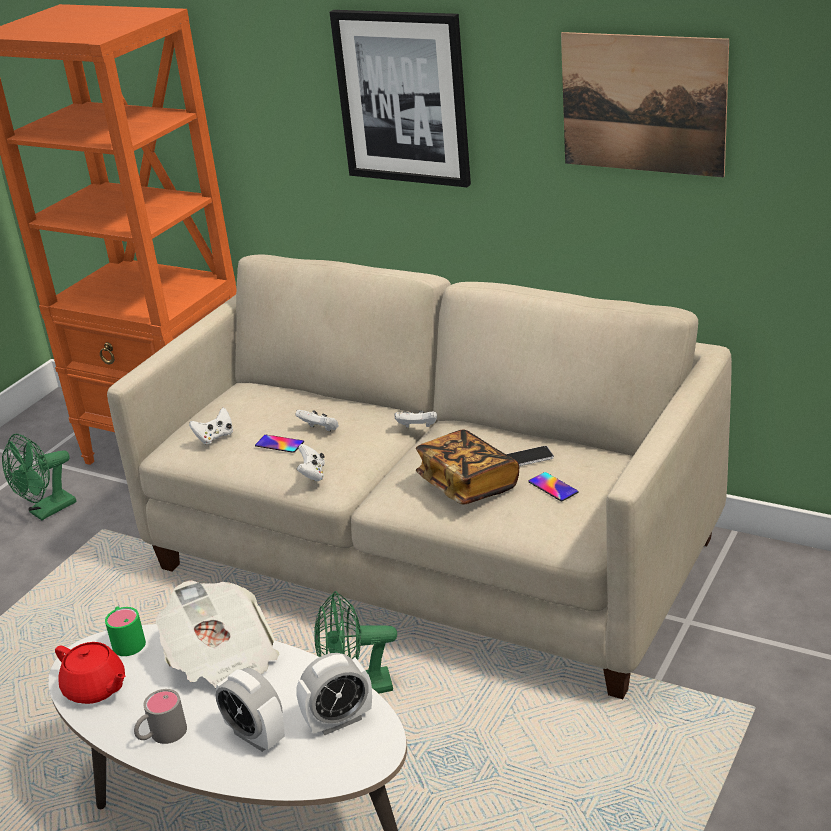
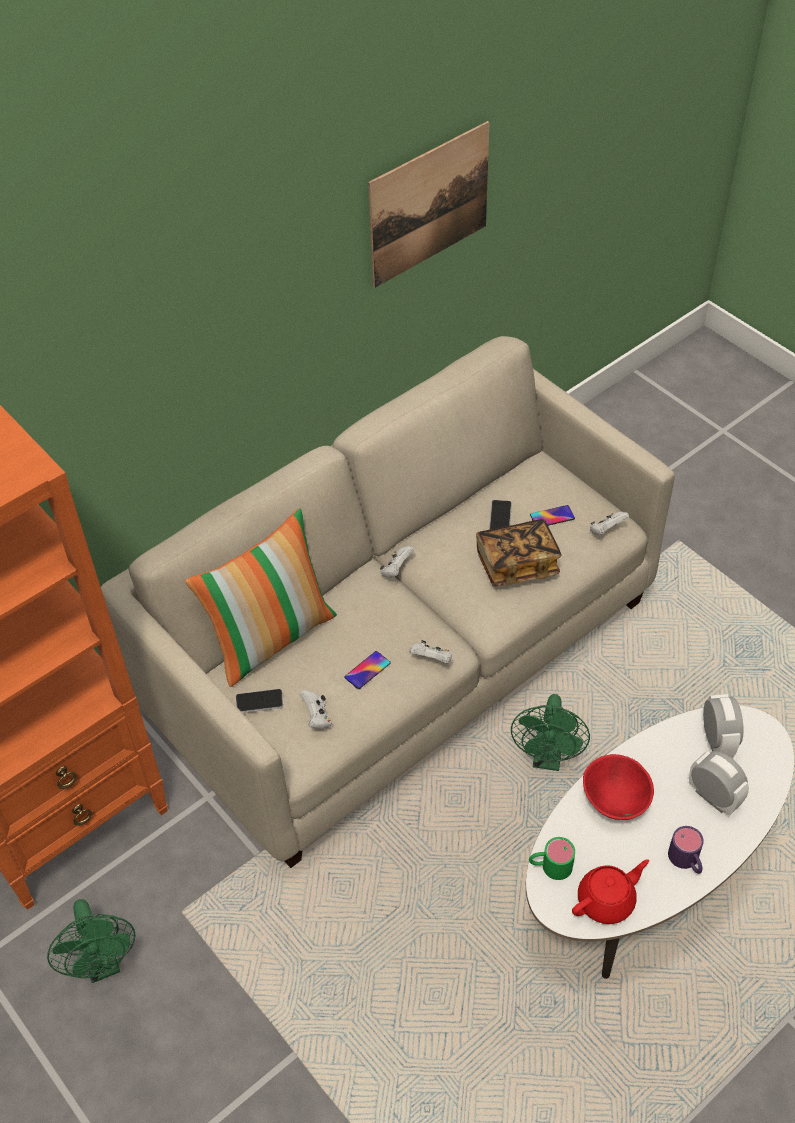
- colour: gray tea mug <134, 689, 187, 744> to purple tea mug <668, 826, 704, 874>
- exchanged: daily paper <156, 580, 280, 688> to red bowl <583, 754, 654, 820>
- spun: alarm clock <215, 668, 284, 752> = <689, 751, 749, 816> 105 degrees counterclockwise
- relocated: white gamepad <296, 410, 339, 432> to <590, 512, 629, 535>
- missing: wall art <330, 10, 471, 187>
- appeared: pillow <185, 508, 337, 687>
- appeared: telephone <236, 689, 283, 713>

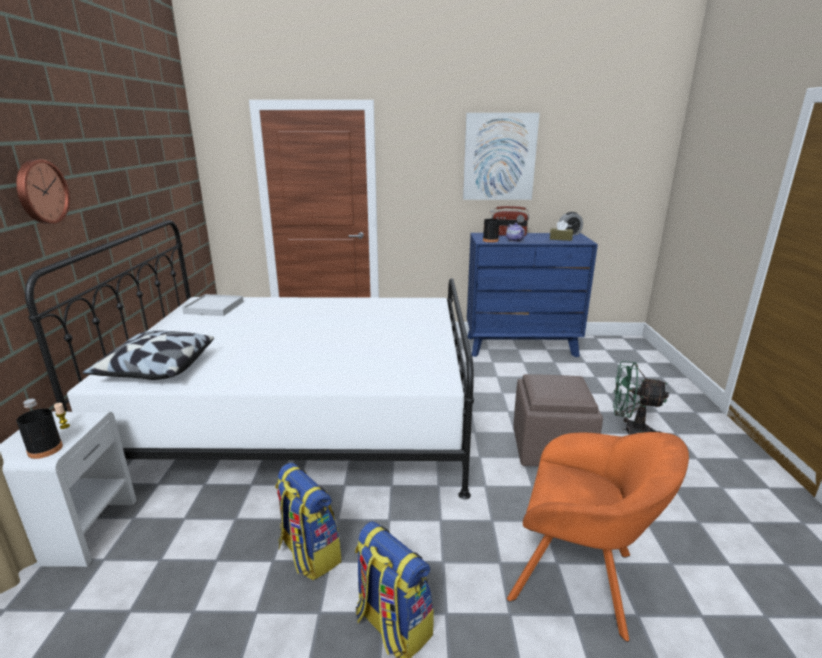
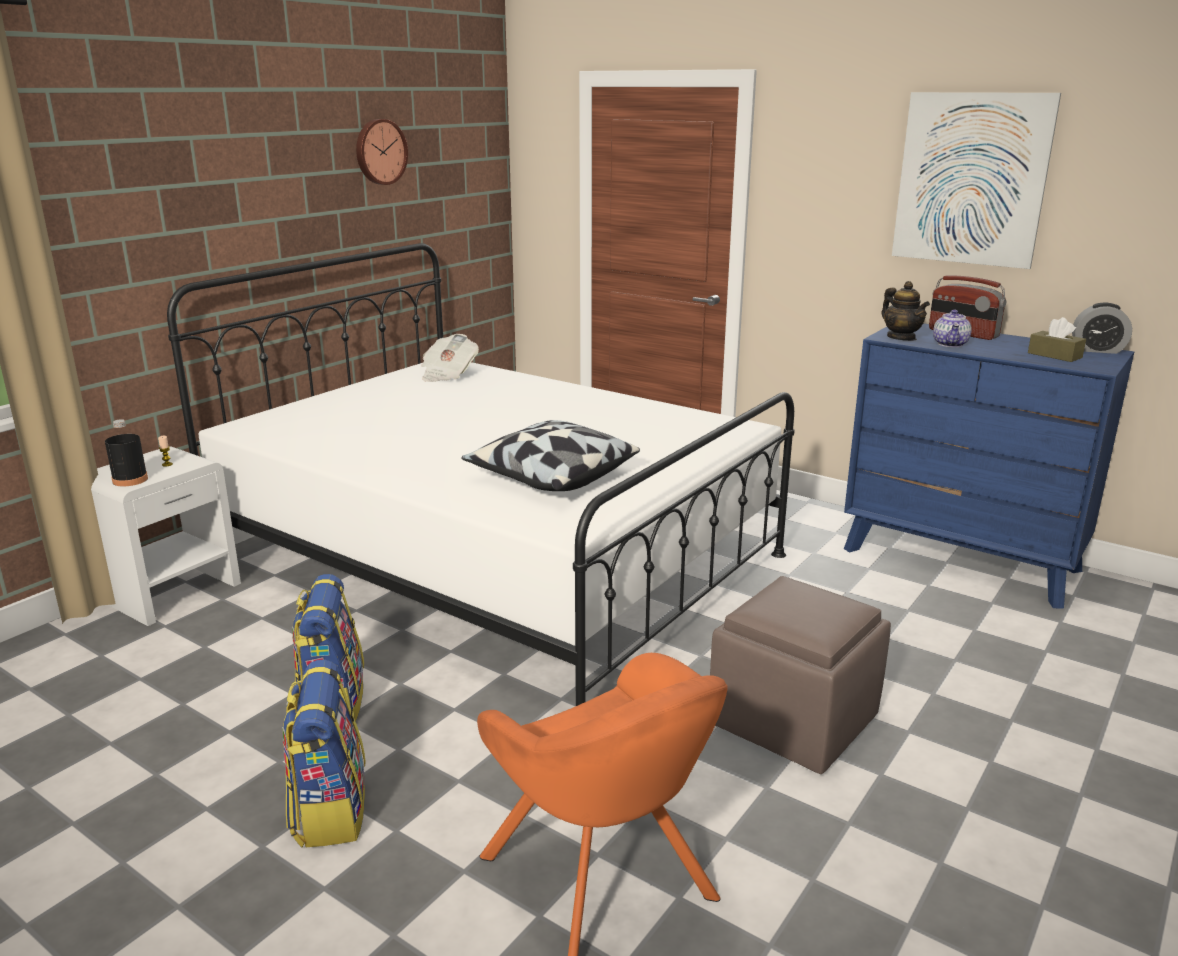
- relocated: hanging clock <16, 160, 70, 224> to <356, 119, 408, 185>
- relocated: pillow <82, 330, 214, 380> to <461, 420, 640, 491>
- exchanged: white serving tray <182, 294, 244, 316> to daily paper <421, 334, 479, 382>
- exchanged: blackish beverage bottle <483, 210, 499, 243> to tea pot <881, 281, 930, 341>
- missing: green-coloured electric fan <613, 361, 669, 435>

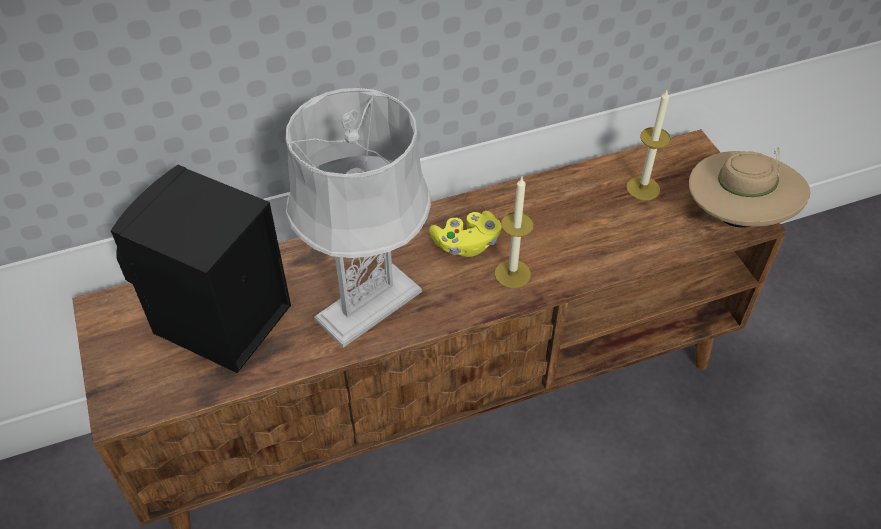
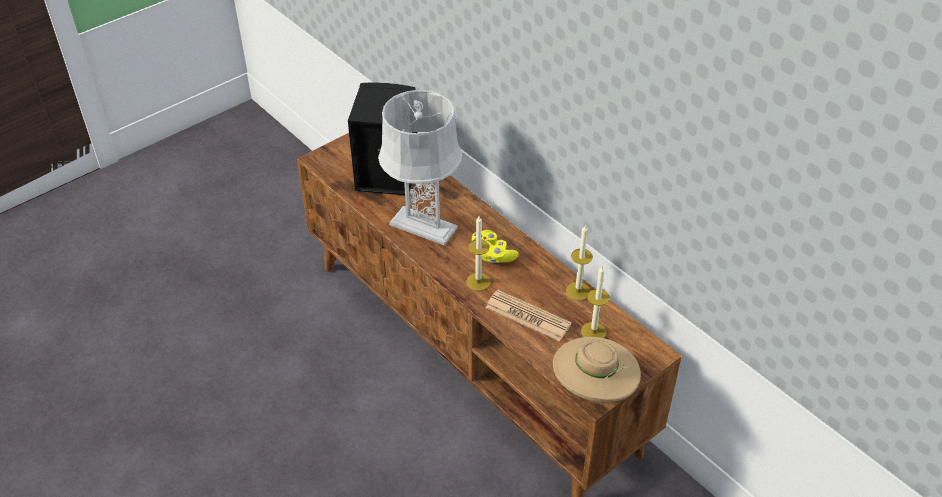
- appeared: daily paper <485, 290, 572, 341>
- appeared: candle <566, 224, 593, 301>

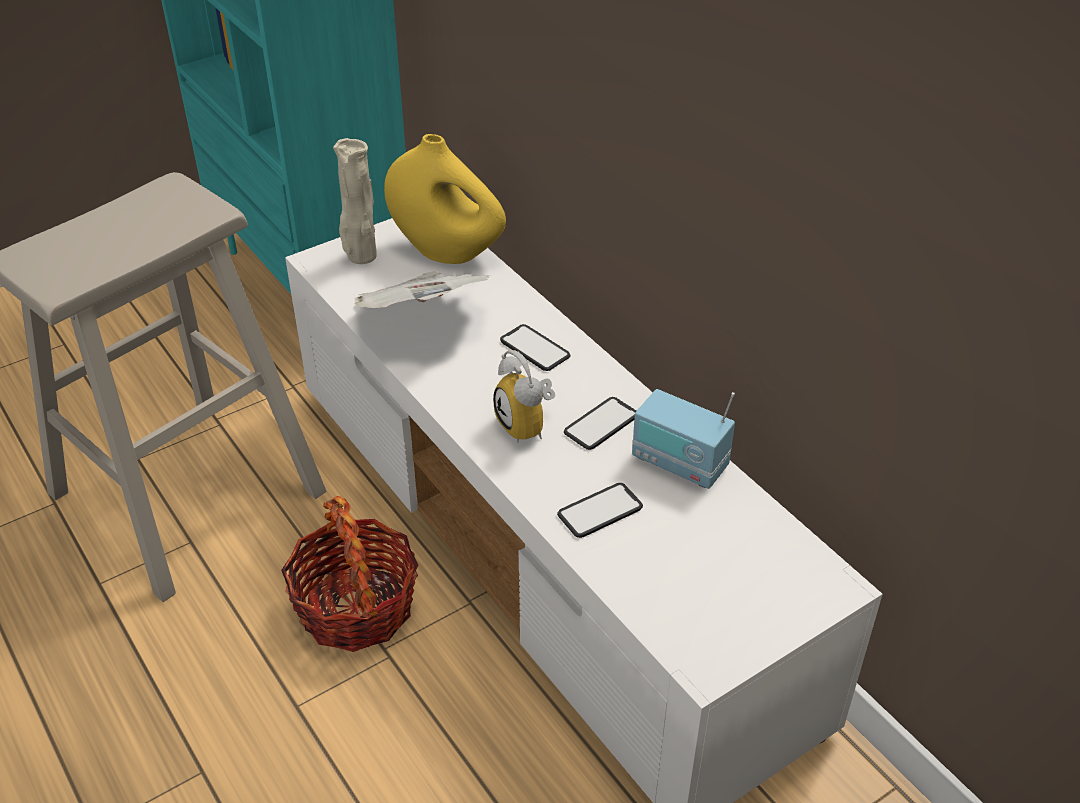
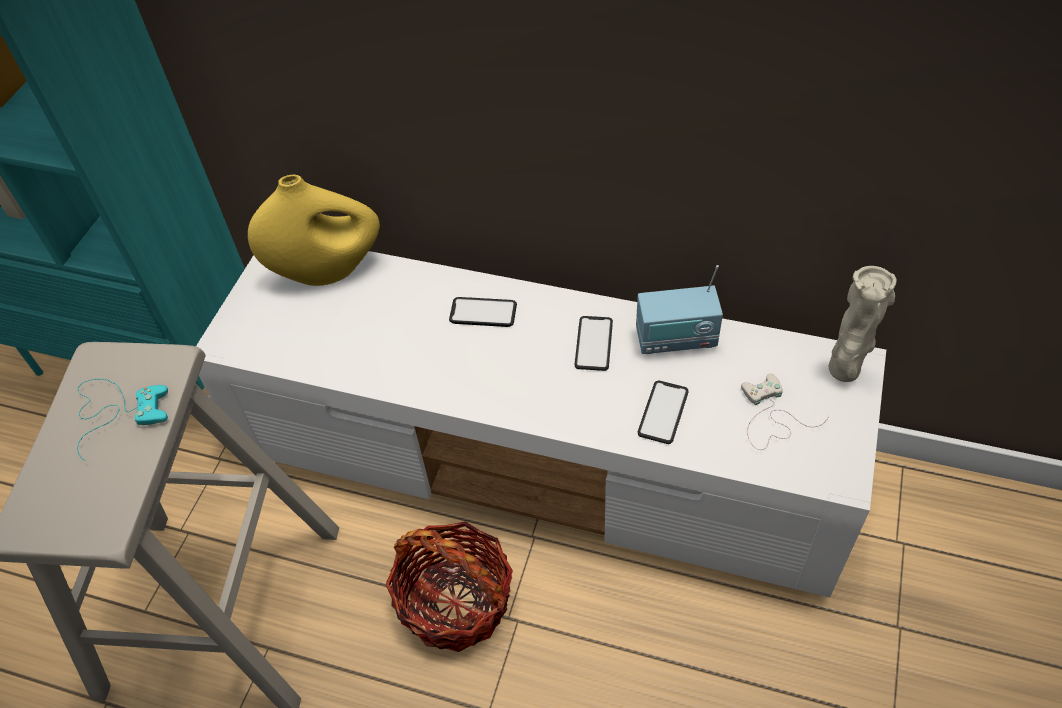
- relocated: sand-coloured vase <333, 138, 377, 264> to <829, 266, 897, 382>
- missing: daily paper <354, 271, 489, 308>
- missing: alarm clock <493, 350, 555, 443>
- appeared: turquoise-coloured gamepad <77, 379, 168, 461>
- appeared: white gamepad <741, 374, 829, 450>

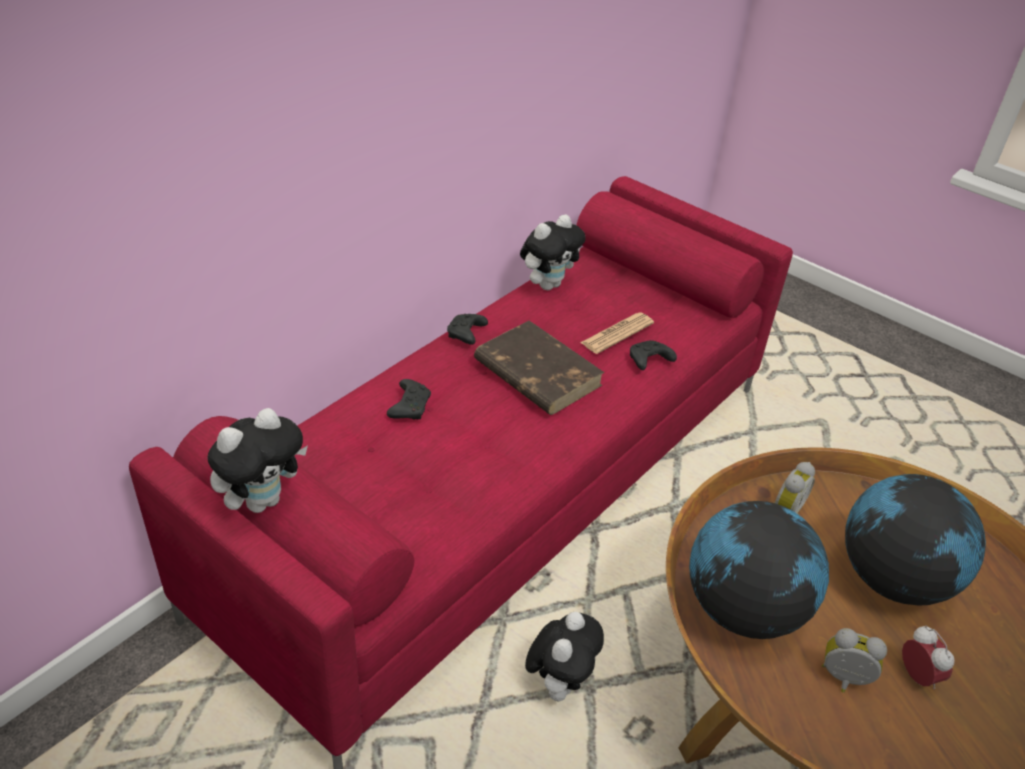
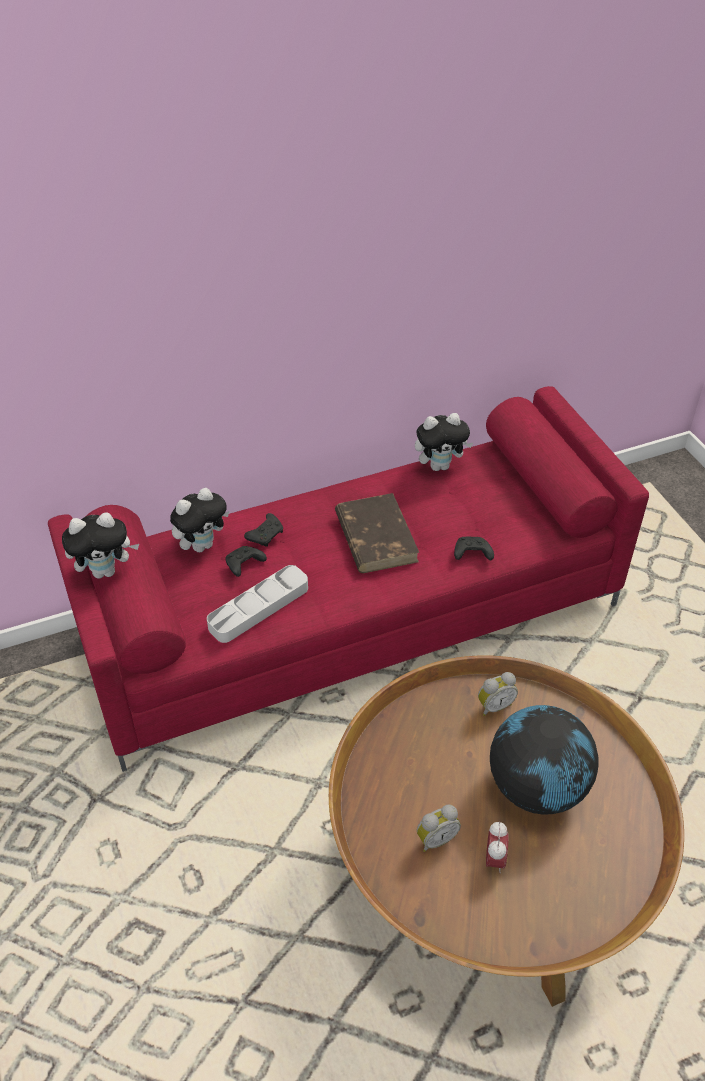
- relocated: blackish gamepad <447, 314, 488, 345> to <226, 546, 267, 577>
- relocated: plush toy <525, 611, 604, 701> to <170, 488, 229, 552>
- missing: daily paper <580, 312, 654, 354>
- missing: world globe <689, 501, 829, 639>
- spun: alarm clock <822, 628, 887, 693> = <417, 805, 461, 852> 105 degrees clockwise
- appeared: gray serving tray <207, 565, 308, 643>

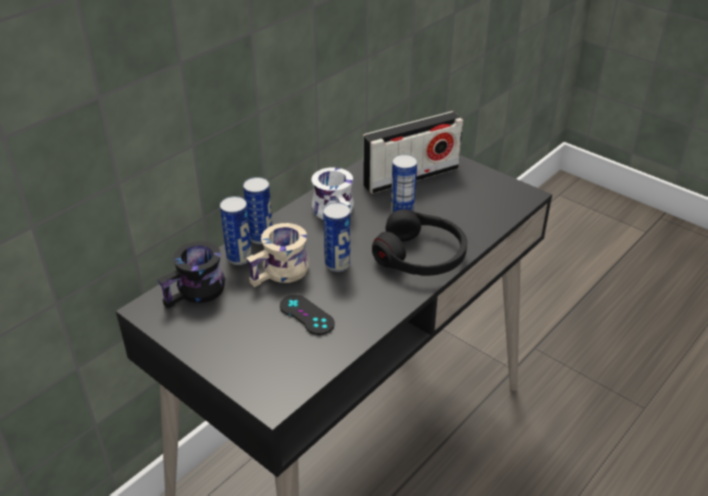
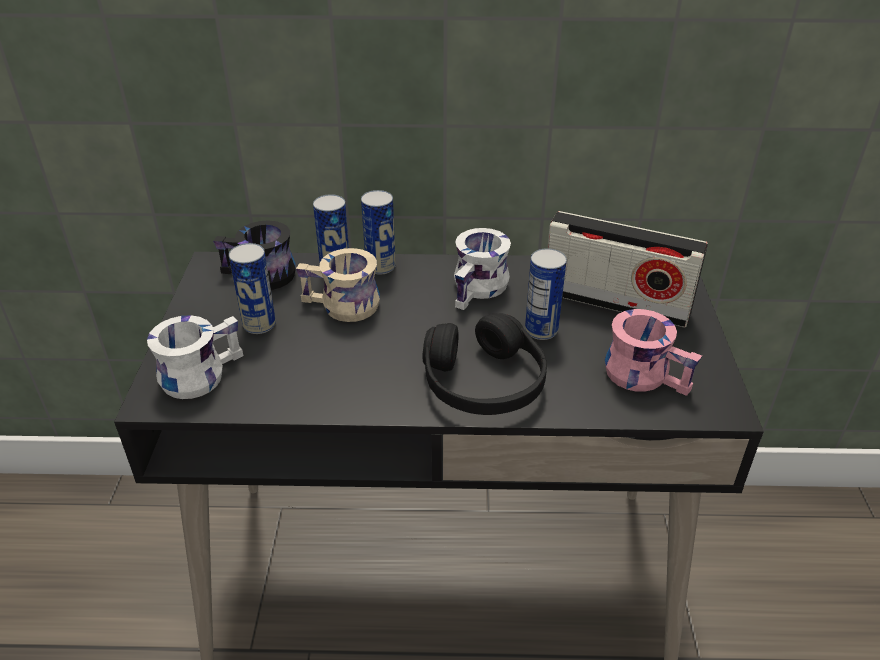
- missing: blackish gamepad <280, 295, 335, 335>
- relocated: metal can <323, 202, 350, 272> to <229, 243, 276, 334>
- appeared: white tea mug <147, 315, 243, 399>
- appeared: pink tea mug <605, 309, 702, 396>

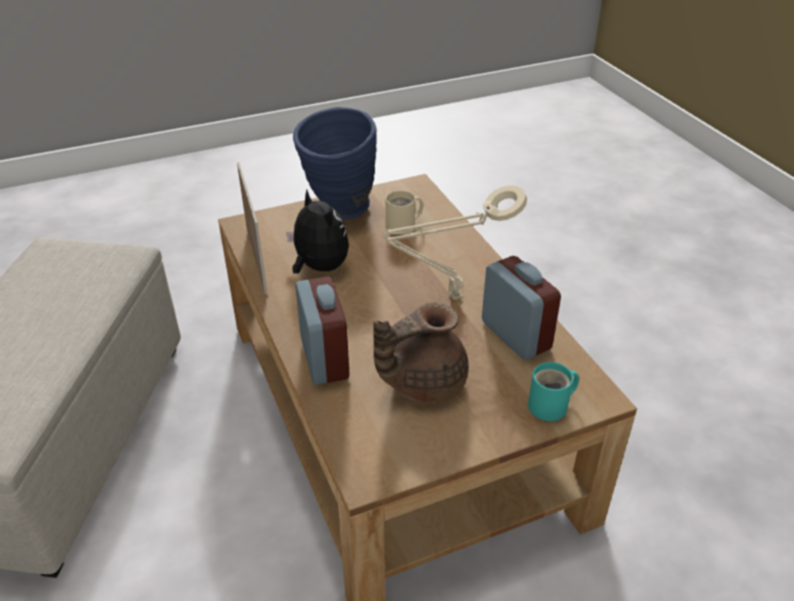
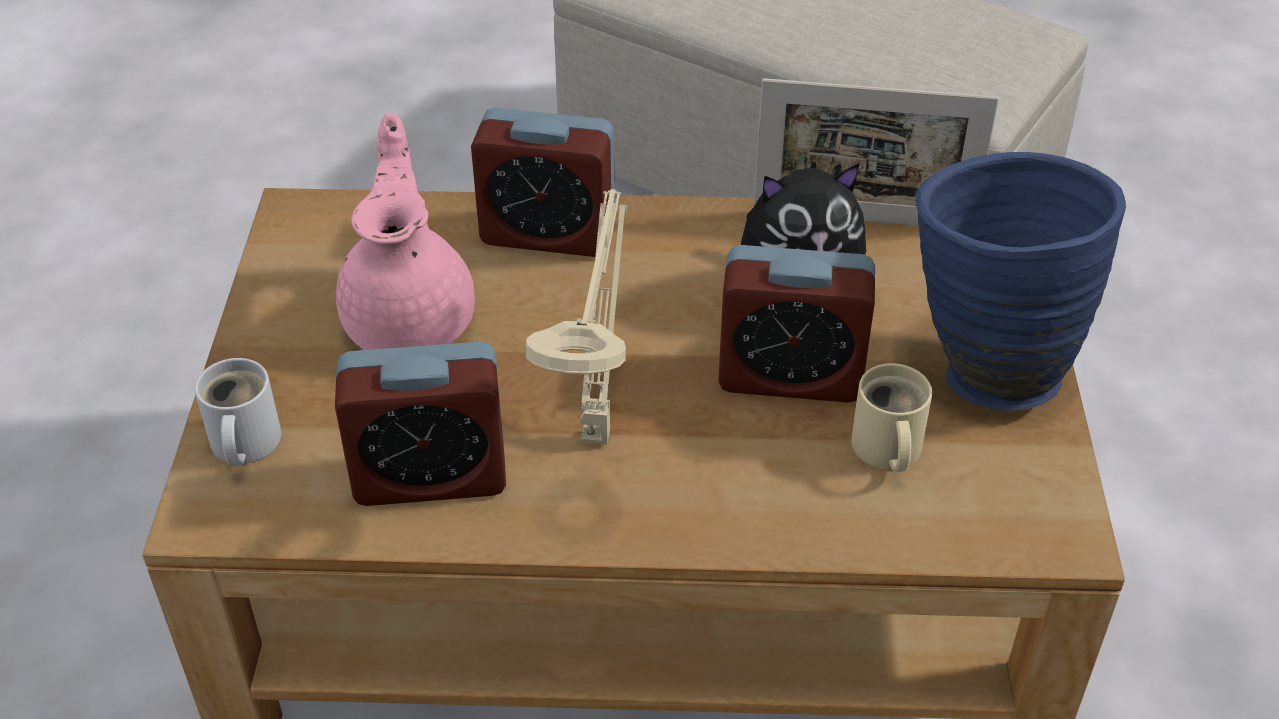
- colour: brownish tea pot <373, 303, 469, 404> to pink tea pot <336, 113, 475, 350>
- colour: turquoise-coloured tea mug <528, 362, 579, 421> to white tea mug <195, 358, 281, 466>
- appeared: alarm clock <718, 245, 875, 403>

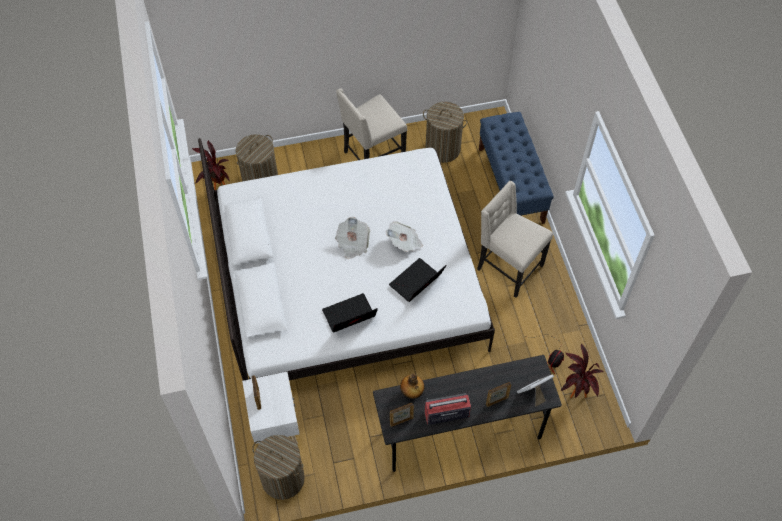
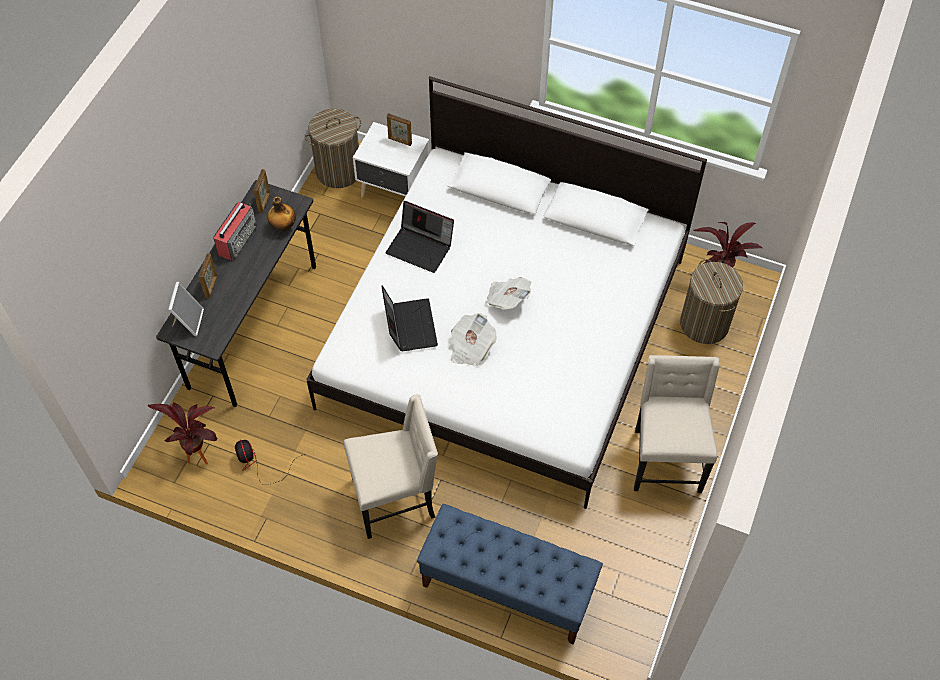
- spun: notebook computer <322, 293, 378, 333> = <386, 201, 454, 273> 105 degrees clockwise
- missing: hamper <423, 102, 467, 163>

